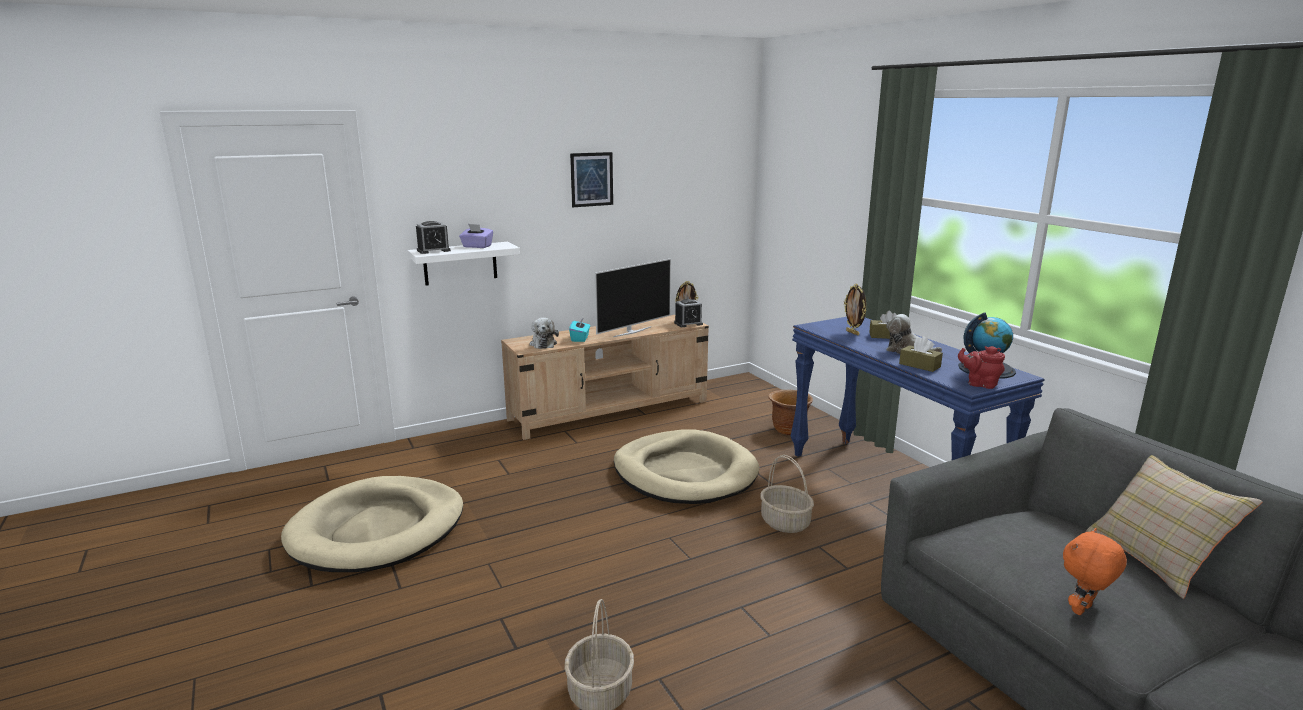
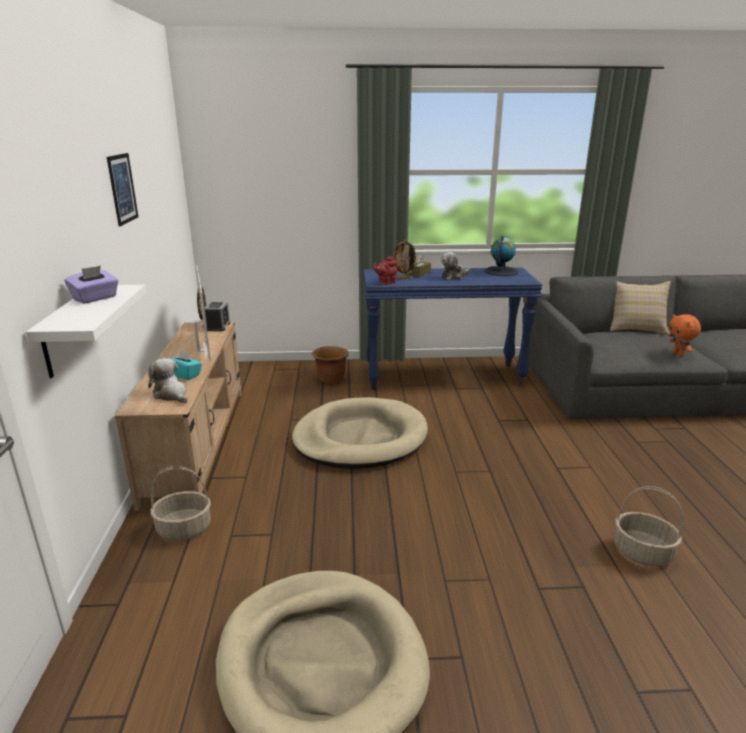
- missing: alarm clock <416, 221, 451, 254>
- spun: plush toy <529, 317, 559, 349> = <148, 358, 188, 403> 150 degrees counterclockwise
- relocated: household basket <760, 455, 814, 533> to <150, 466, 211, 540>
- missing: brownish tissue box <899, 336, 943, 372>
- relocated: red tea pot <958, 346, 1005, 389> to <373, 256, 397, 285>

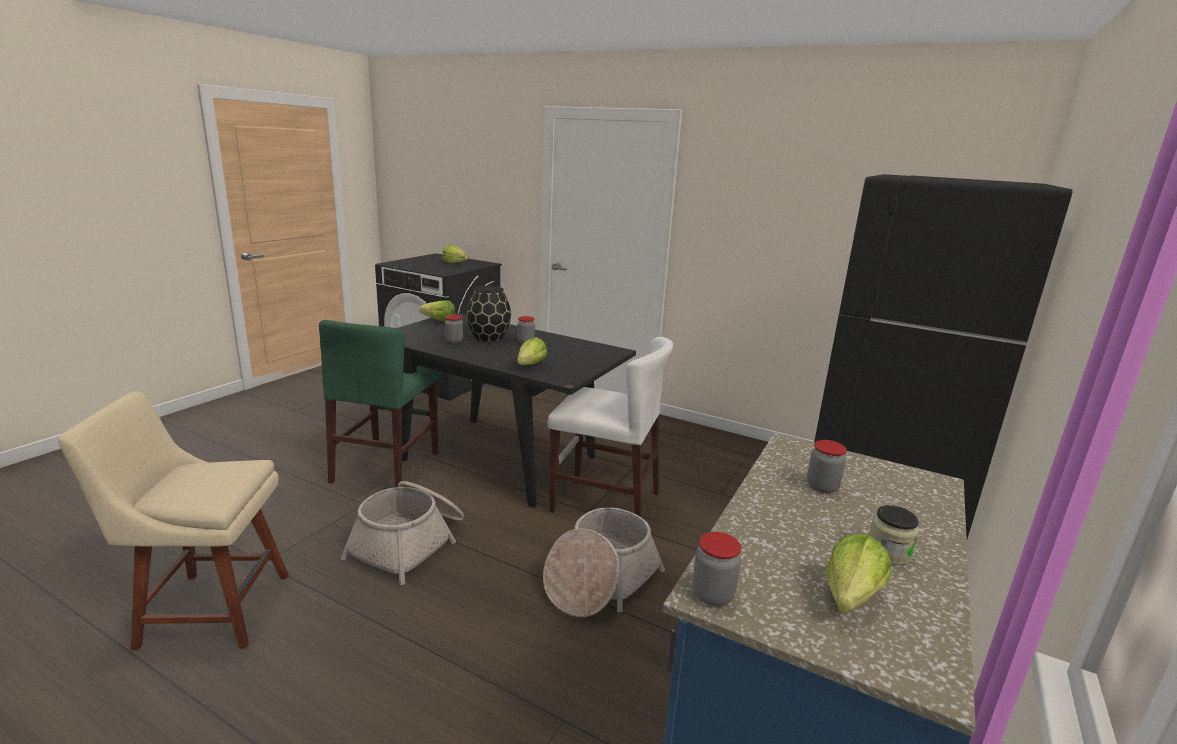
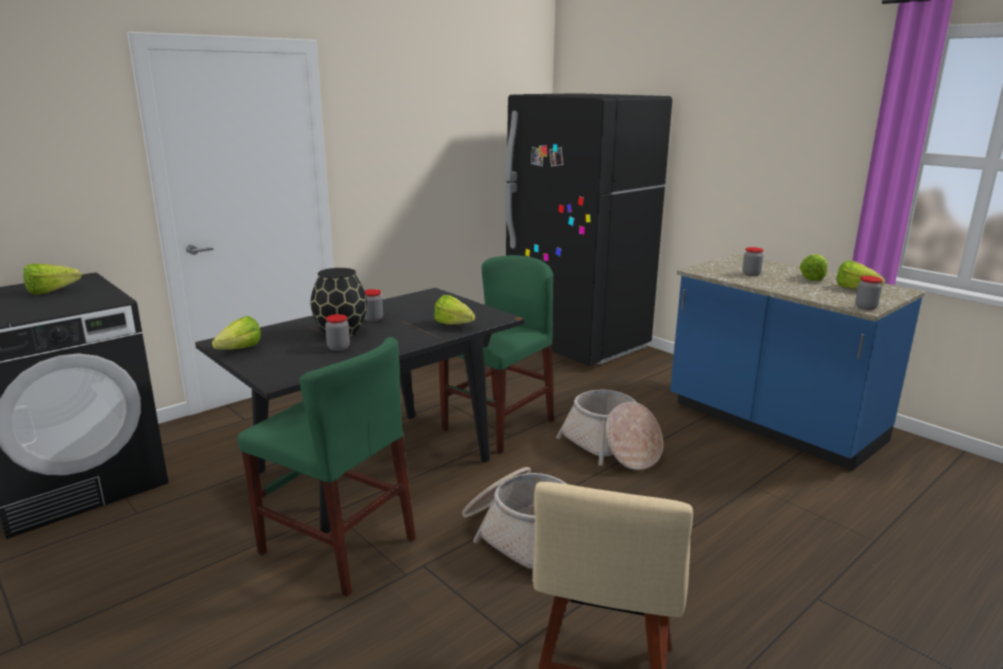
- colour: white upright chair <548, 337, 673, 518> to green-coloured upright chair <439, 255, 554, 454>
- exchanged: storage jar <869, 505, 919, 565> to head of lettuce <800, 254, 827, 281>

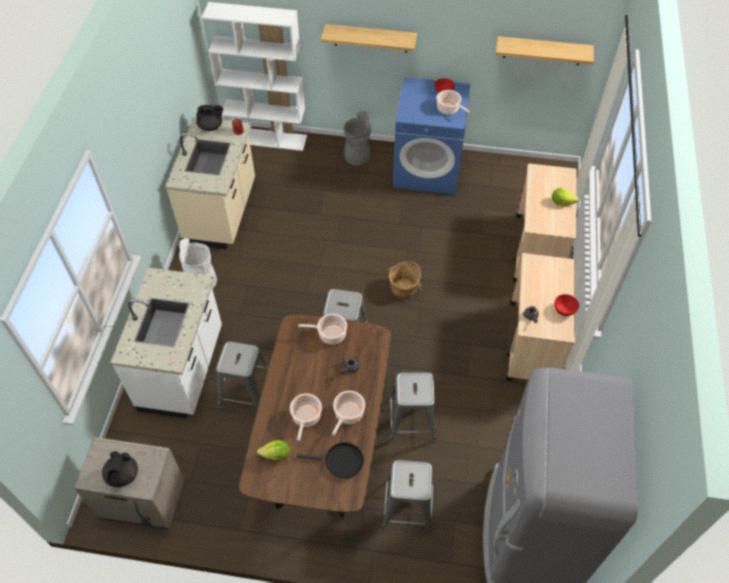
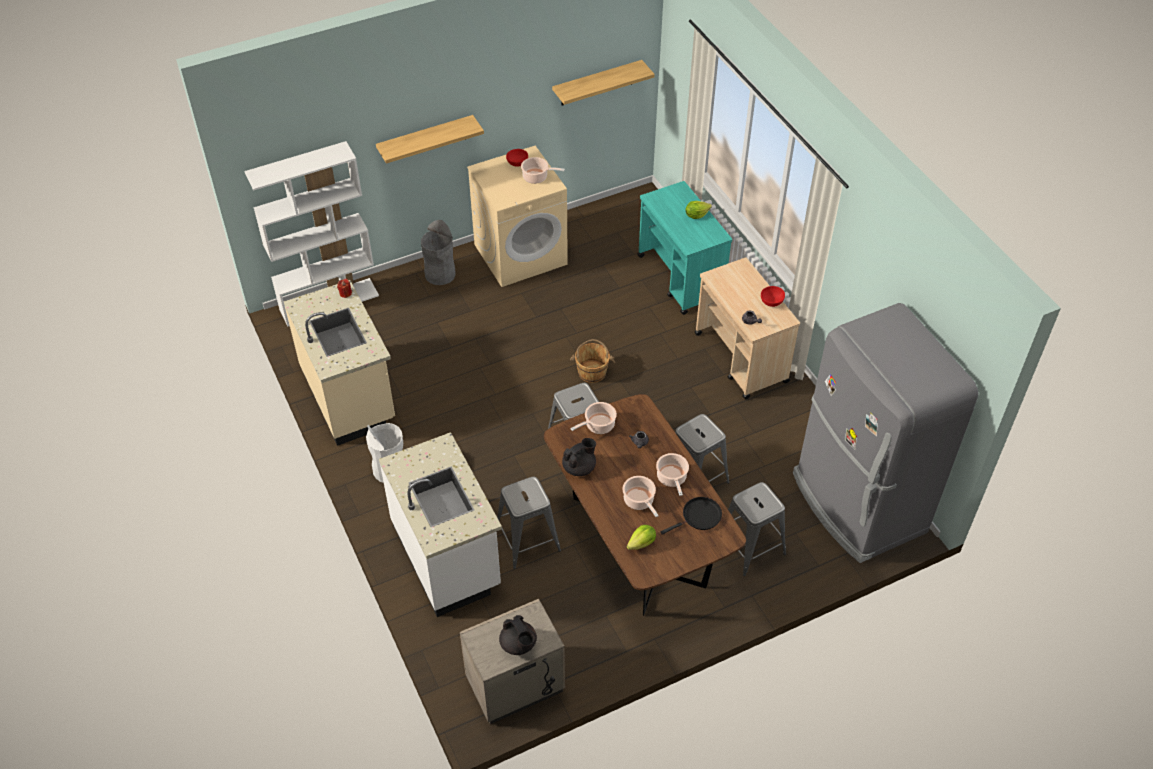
- relocated: blackish tea pot <196, 105, 223, 131> to <562, 438, 596, 476>
- colour: bluish laundry appliance <393, 77, 470, 195> to sand-coloured laundry appliance <467, 146, 568, 287>
- colour: sand-coloured cart <513, 163, 576, 282> to turquoise-coloured cart <637, 181, 732, 315>

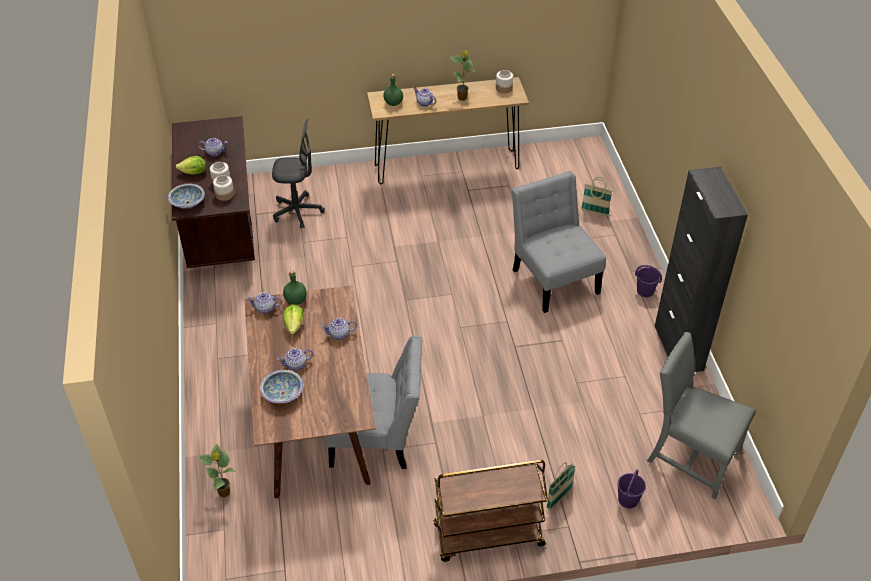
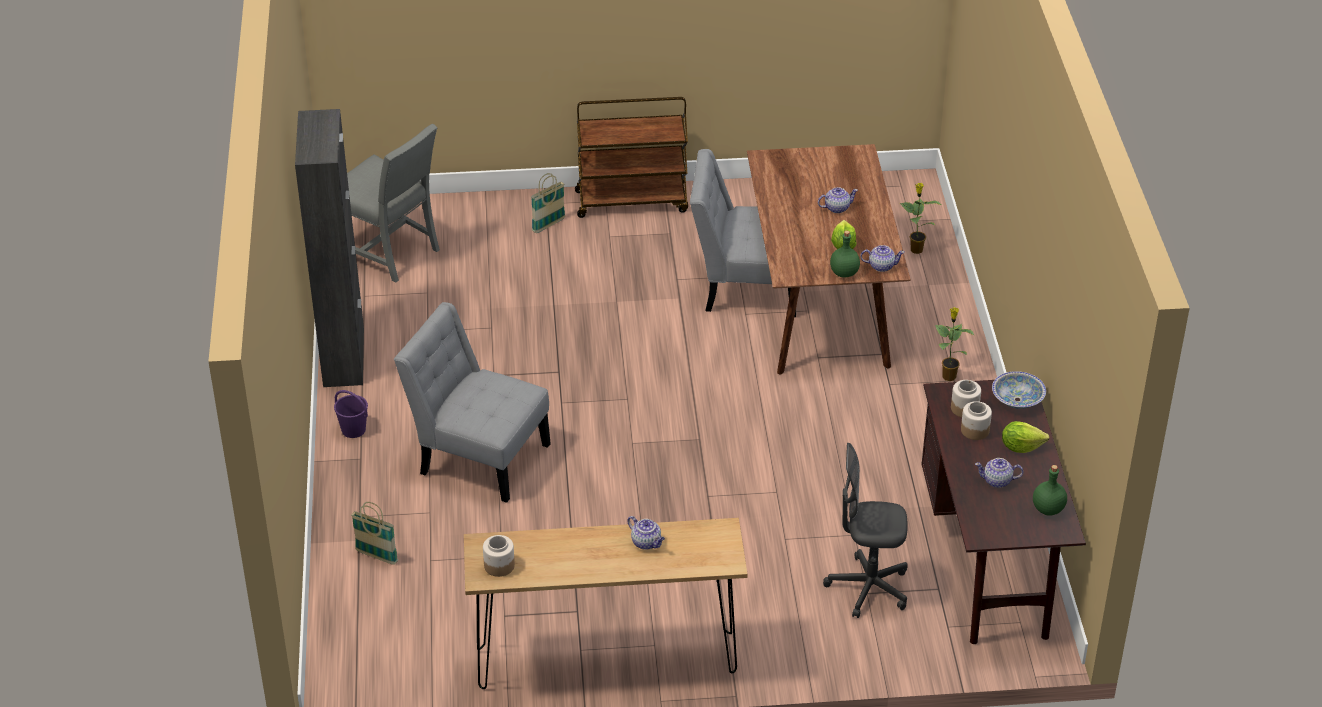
- missing: bowl <260, 370, 304, 403>
- missing: tea pot <321, 318, 357, 340>
- relocated: green-coloured beverage bottle <383, 74, 403, 106> to <1033, 465, 1067, 516>
- relocated: potted plant <450, 49, 475, 101> to <935, 307, 975, 381>
- spun: gray upright chair <512, 171, 606, 313> = <394, 302, 551, 503> 135 degrees clockwise
- missing: purple pail <618, 469, 646, 508>

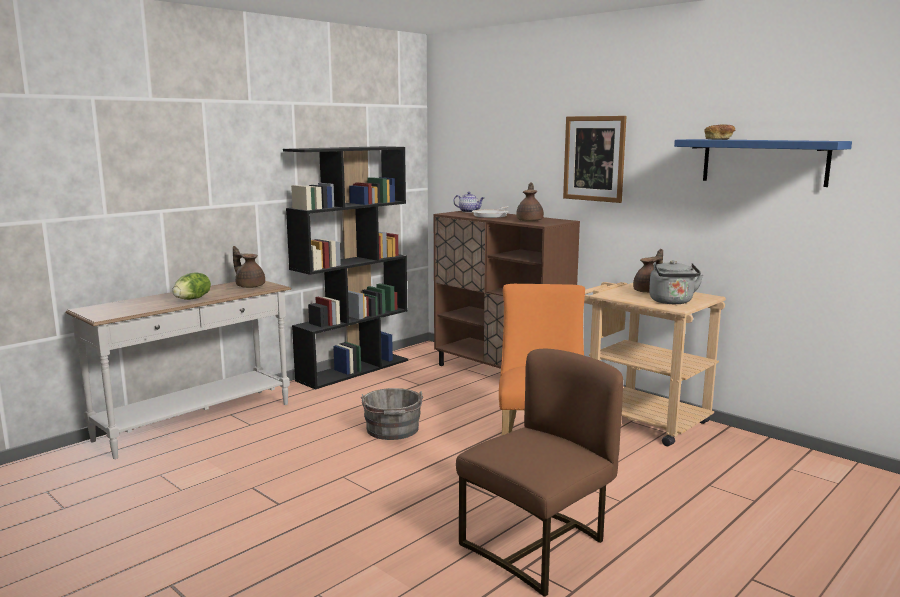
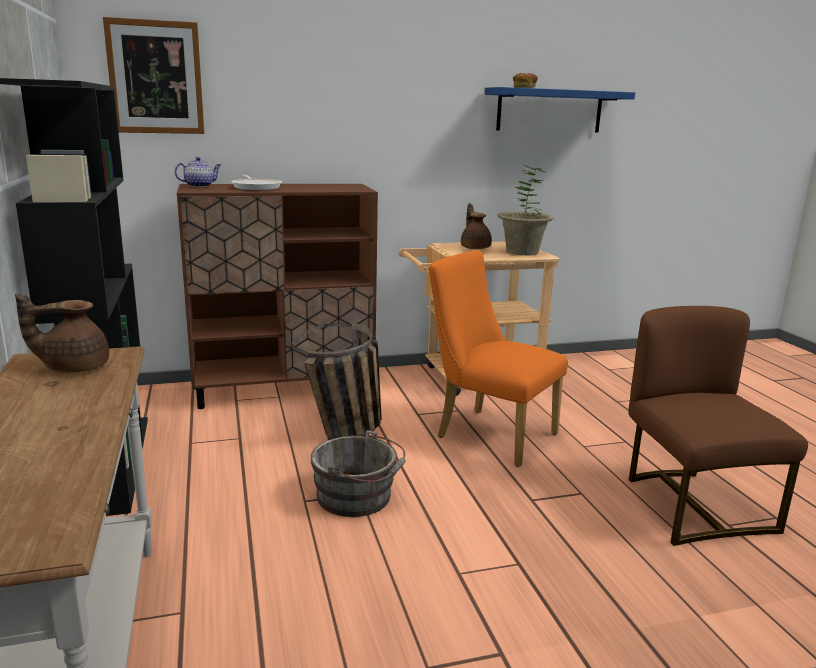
- missing: head of lettuce <172, 273, 211, 300>
- missing: brownish tea pot <516, 182, 544, 222>
- relocated: wall art <563, 116, 626, 203> to <103, 17, 204, 134>
- exchanged: gray kettle <649, 260, 703, 304> to potted plant <497, 164, 554, 255>
- appeared: household basket <292, 323, 382, 440>

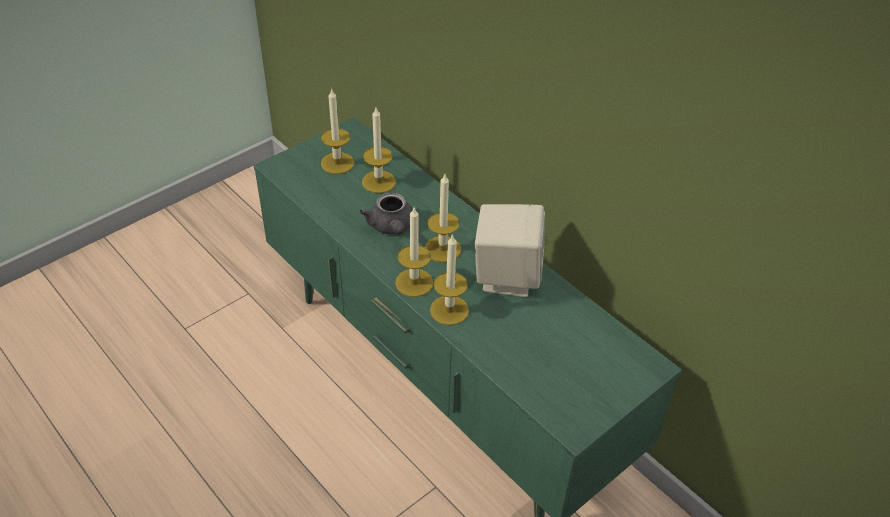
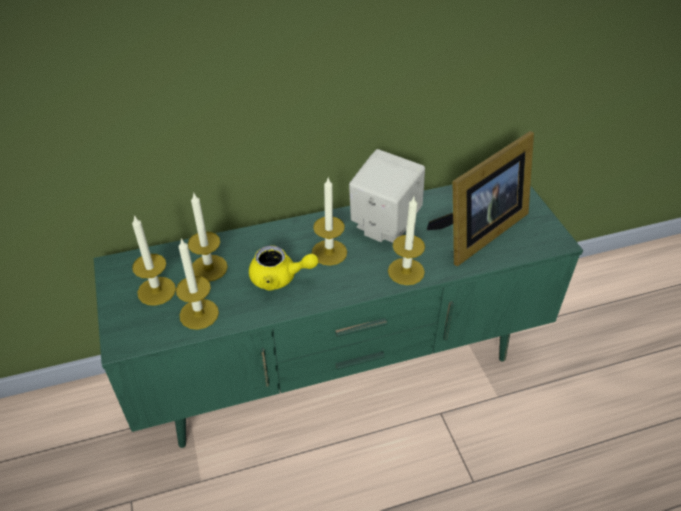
- colour: gray tea pot <360, 192, 412, 235> to yellow-coloured tea pot <249, 246, 318, 291>
- relocated: candle <395, 208, 433, 297> to <176, 238, 219, 330>
- appeared: picture frame <427, 131, 534, 266>

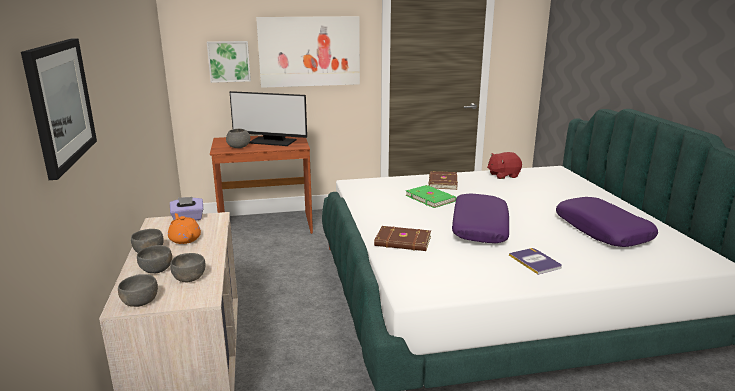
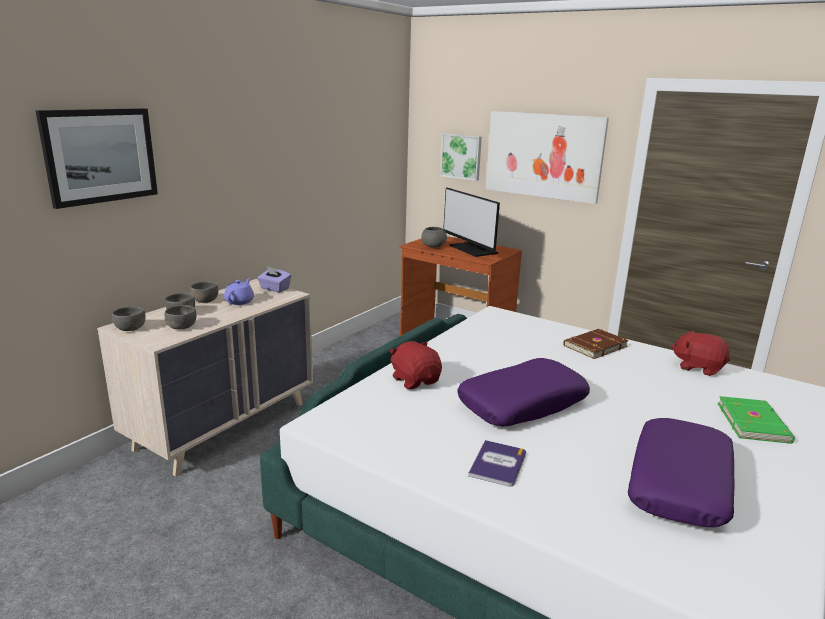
- colour: orange tea pot <168, 213, 201, 244> to purple tea pot <224, 278, 254, 305>
- exchanged: brownish book <374, 226, 431, 251> to red plush toy <389, 341, 442, 389>
- relocated: green-coloured book <405, 185, 456, 208> to <717, 396, 795, 444>

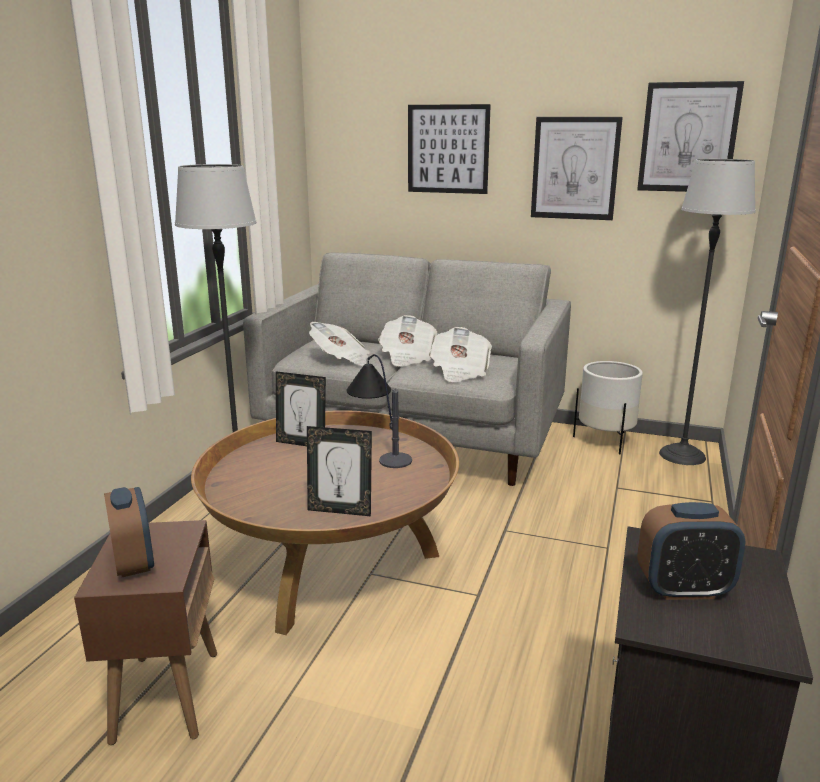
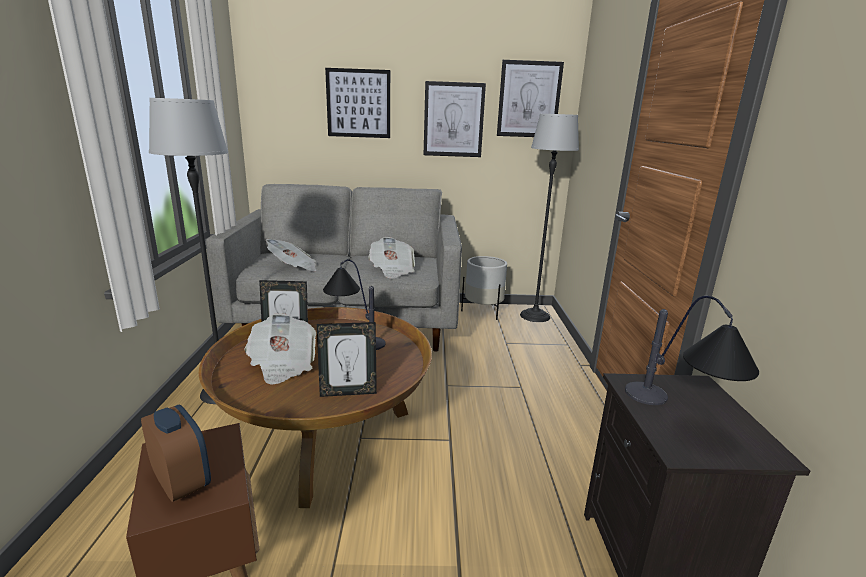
- relocated: daily paper <378, 315, 437, 367> to <244, 313, 316, 385>
- exchanged: alarm clock <637, 502, 746, 600> to lamp for a table <625, 296, 759, 405>

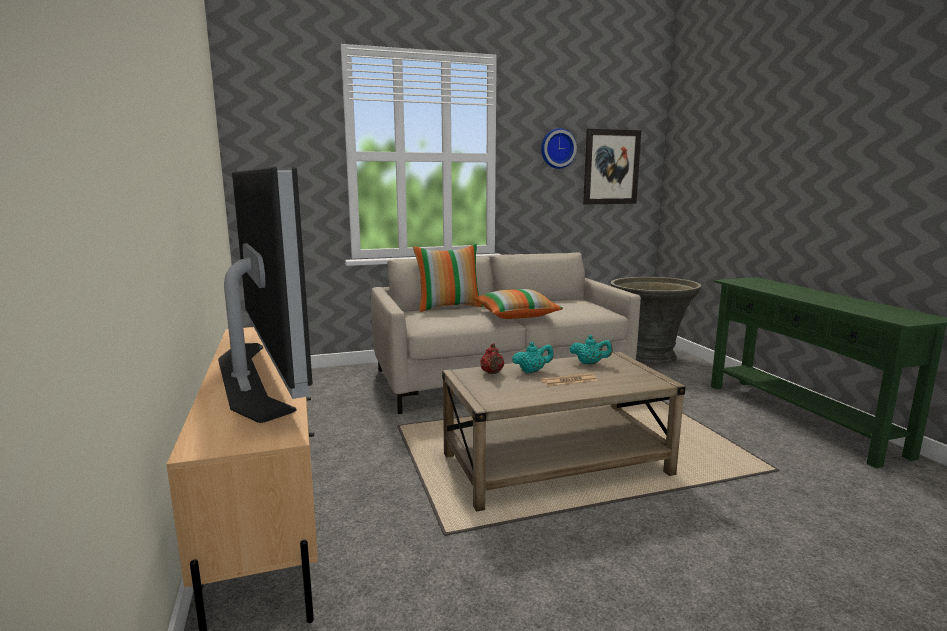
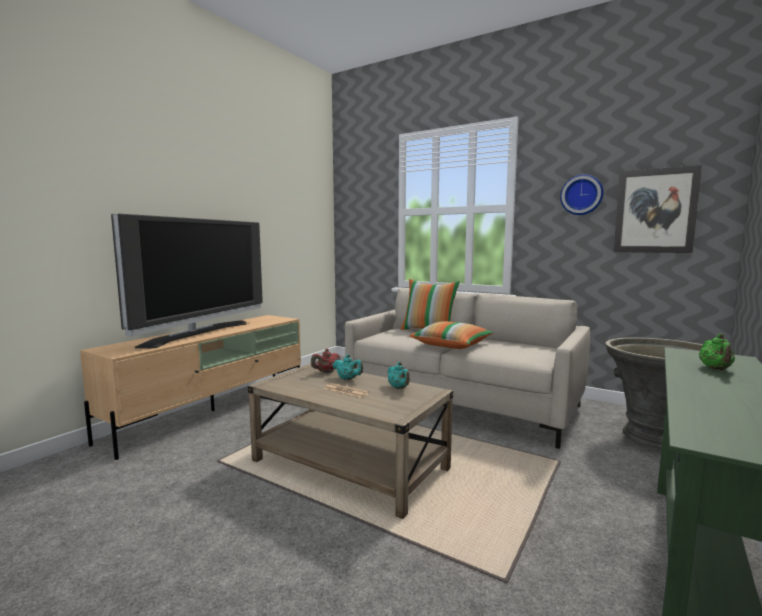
- appeared: green-coloured tea pot <699, 333, 735, 370>

